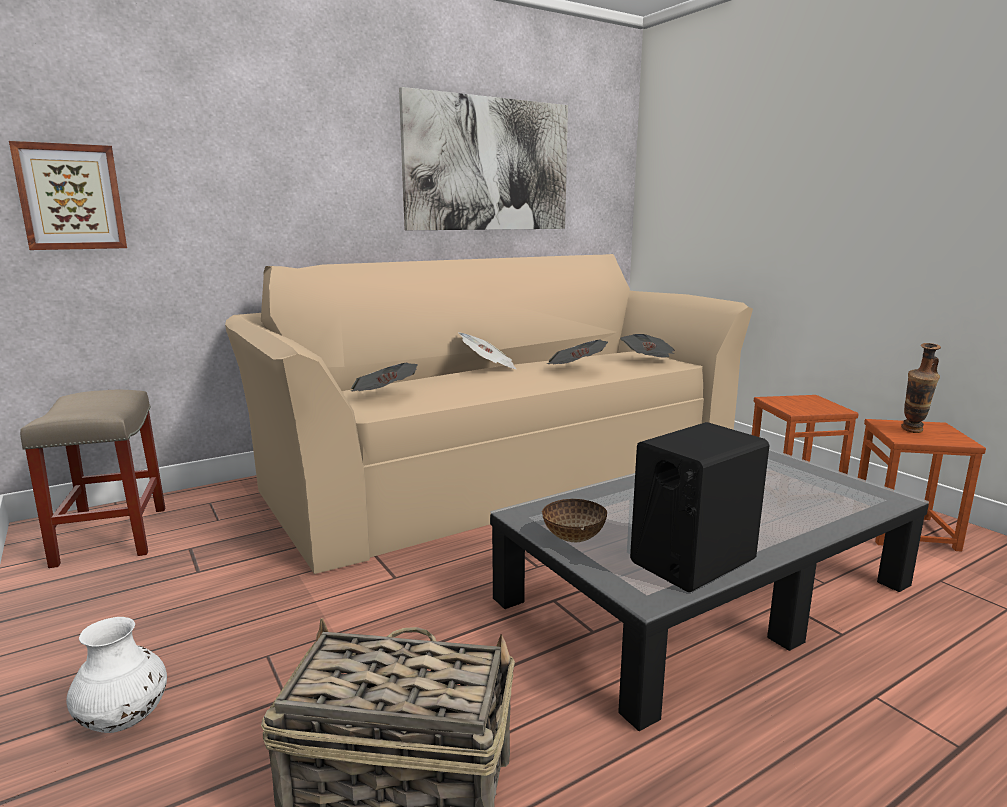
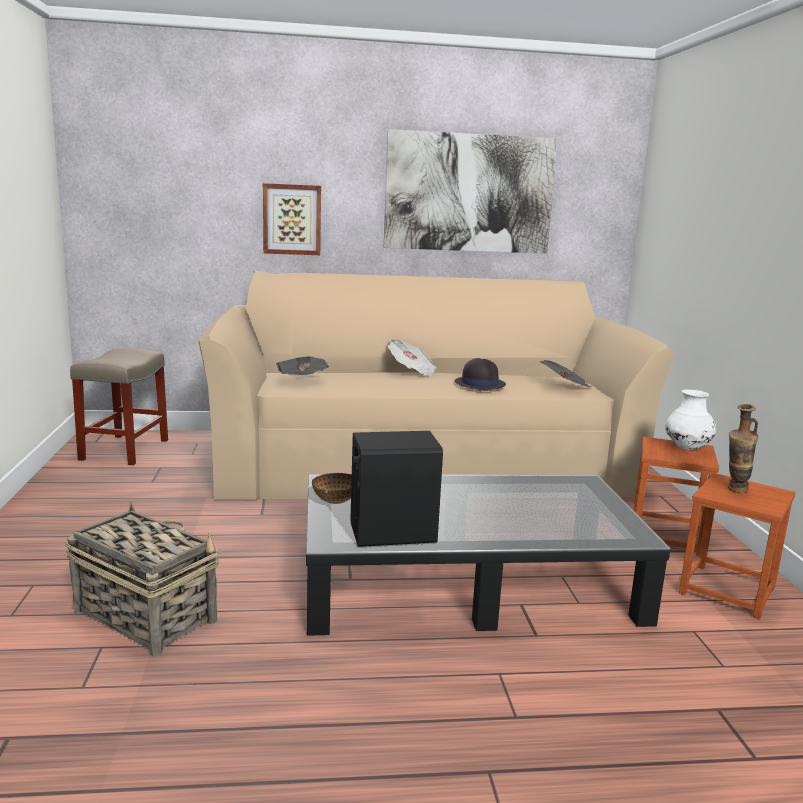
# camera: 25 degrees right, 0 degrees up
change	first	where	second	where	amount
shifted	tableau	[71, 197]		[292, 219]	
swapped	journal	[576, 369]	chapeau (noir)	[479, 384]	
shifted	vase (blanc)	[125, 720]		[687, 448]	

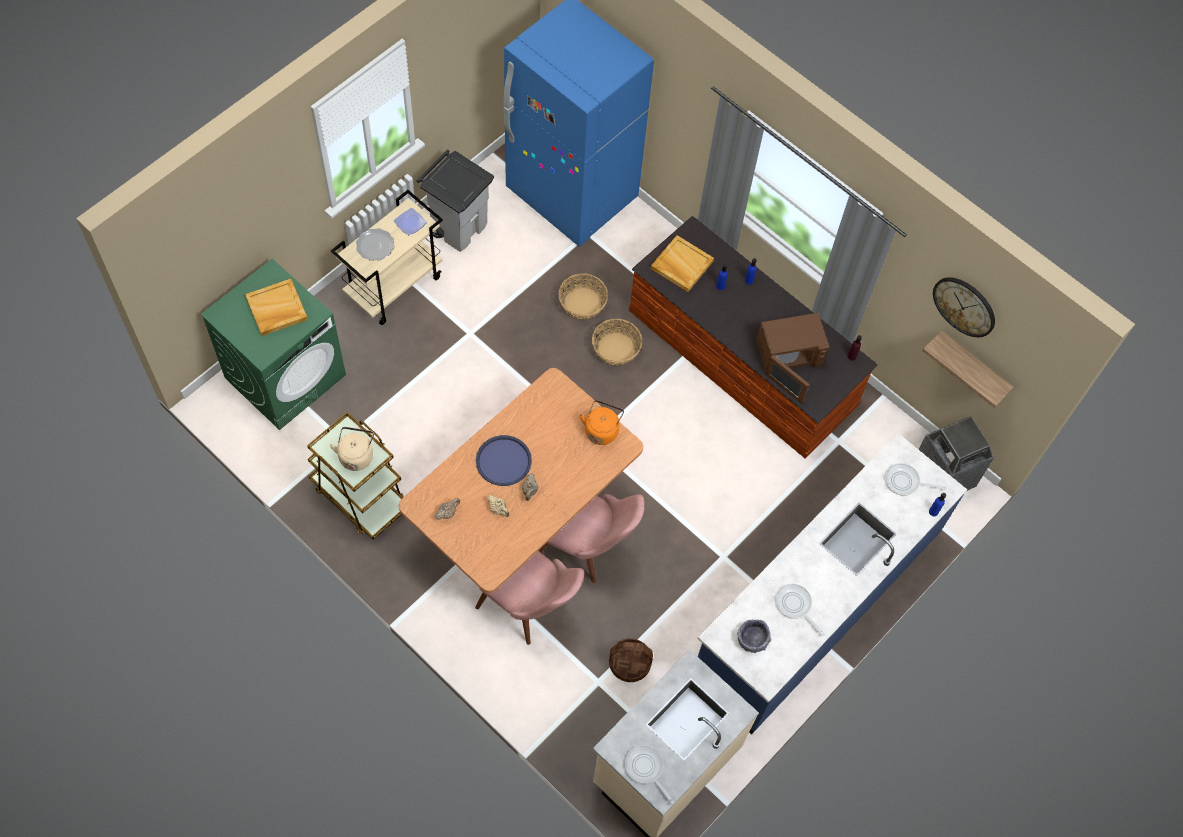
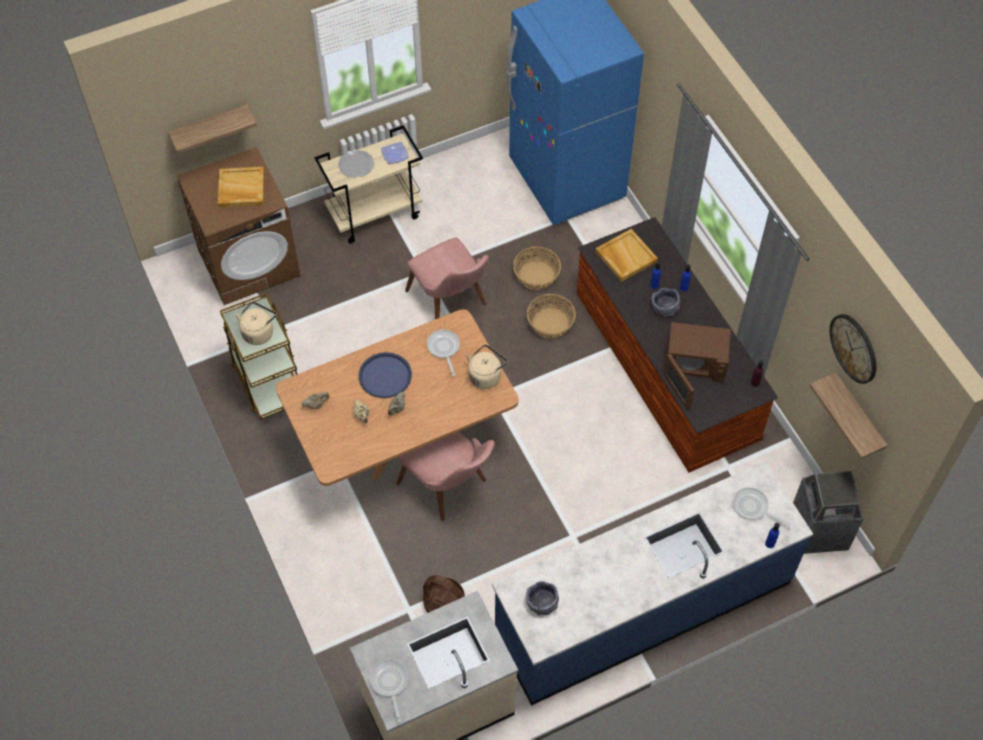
# camera: 25 degrees right, 5 degrees down
change	first	where	second	where	amount
new			étagère	[209, 127]	
repainted	lave-linge (vert)	[286, 376]	lave-linge (marron)	[249, 262]	
shifted	chaise (rose)	[532, 607]		[452, 304]	
shifted	poêle	[795, 605]		[444, 349]	
repainted	bouilloire (orange)	[602, 429]	bouilloire (beige)	[486, 375]	
new			bol (gris)	[664, 308]	
gone	poubelle (gris)	[458, 226]			

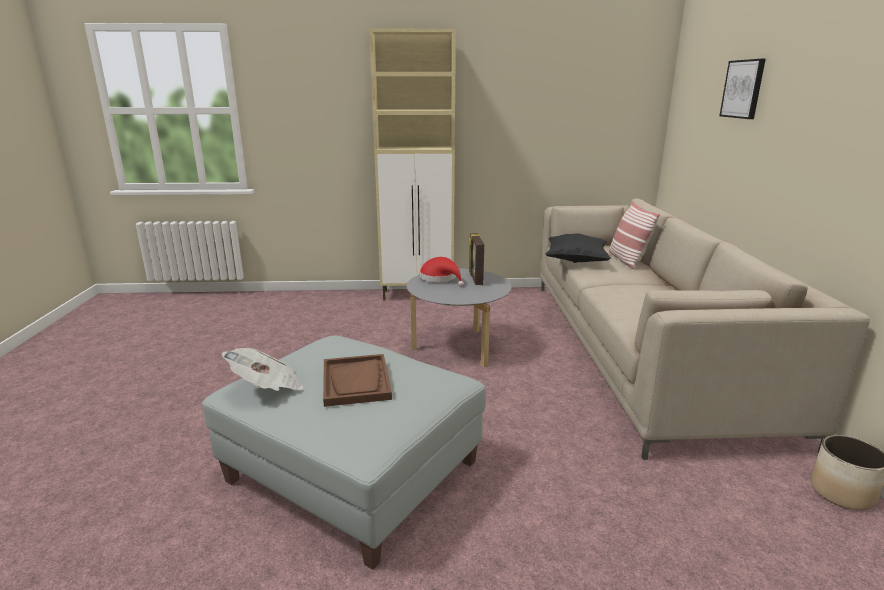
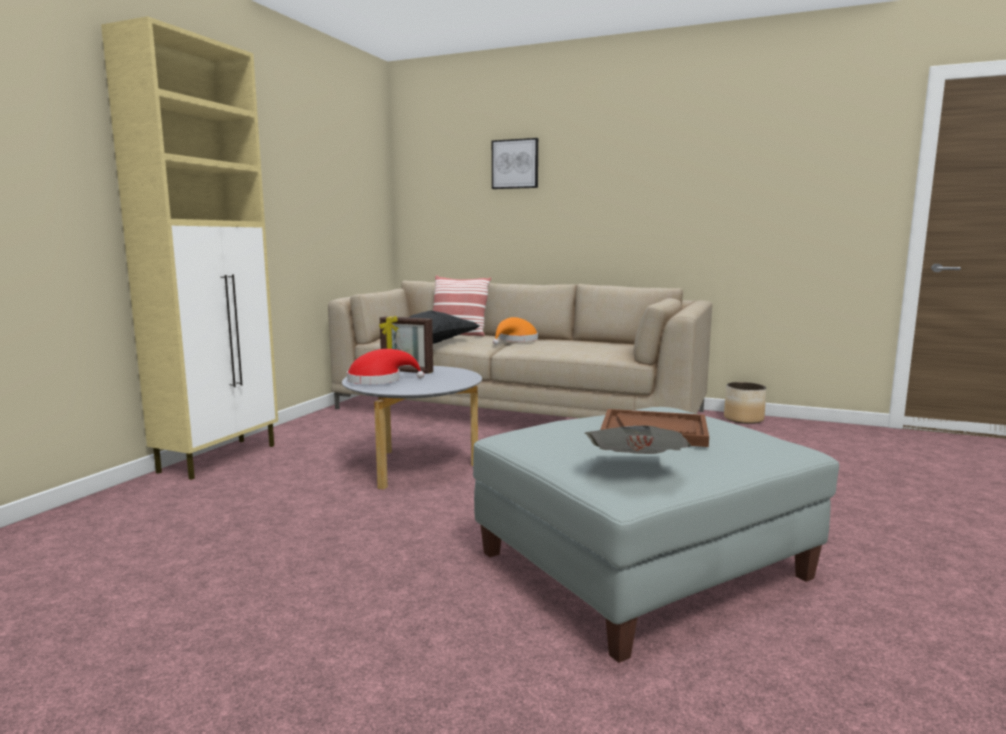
# camera: 65 degrees left, 10 degrees down
change	first	where	second	where	amount
new			chapeau (orange)	[516, 341]	

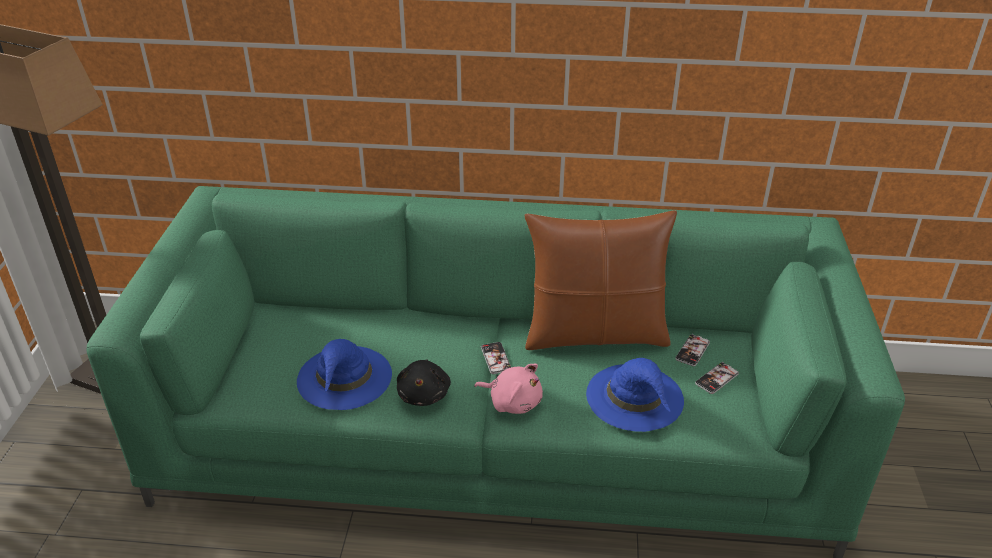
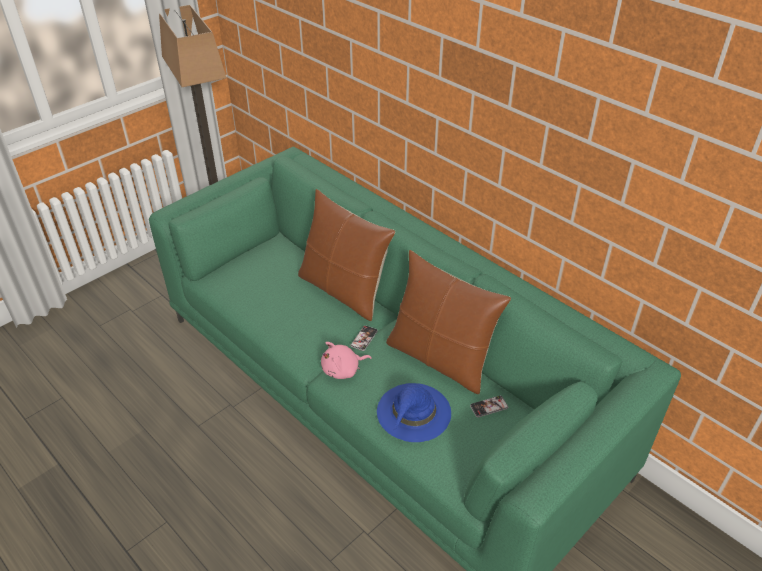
# camera: 40 degrees right, 5 degrees up
change	first	where	second	where	amount
new			coussin (marron)	[344, 290]	
rotated	peluche (rose)	[513, 402]		[343, 370]	90 degrees clockwise
gone	chapeau (bleu)	[344, 378]			
gone	peluche (noir)	[424, 394]			
gone	téléphone	[716, 378]			

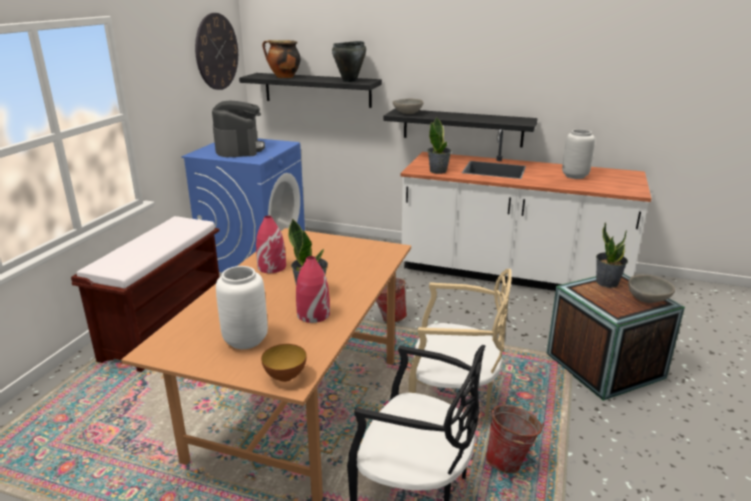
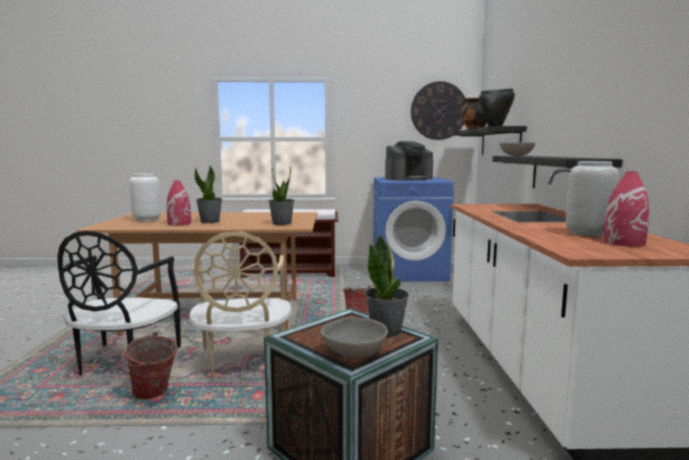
# camera: 70 degrees right, 15 degrees down
change	first	where	second	where	amount
shifted	plante en pot	[438, 171]		[282, 223]	
shifted	vase (rouge)	[271, 267]		[624, 242]	
gone	bol	[285, 377]			

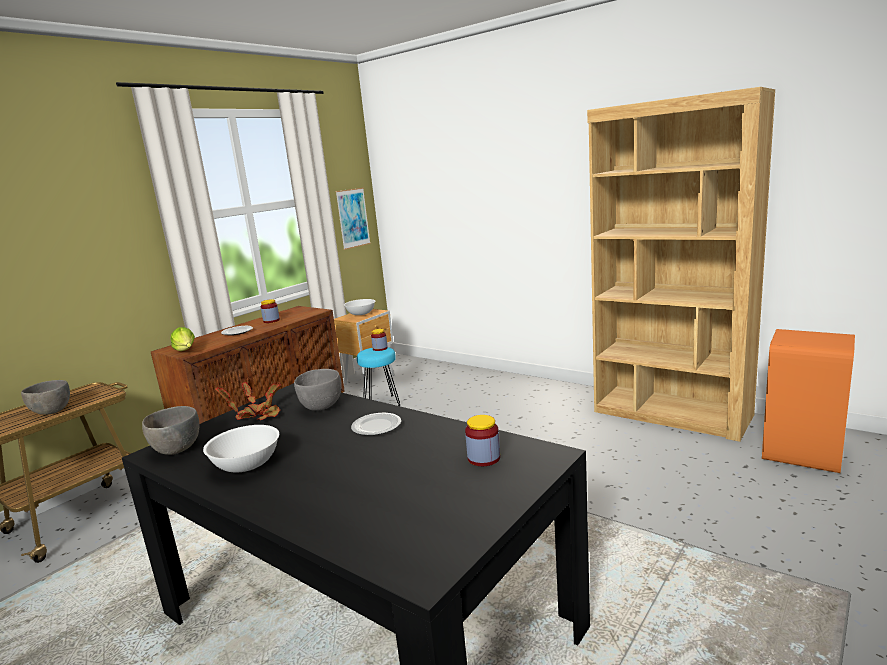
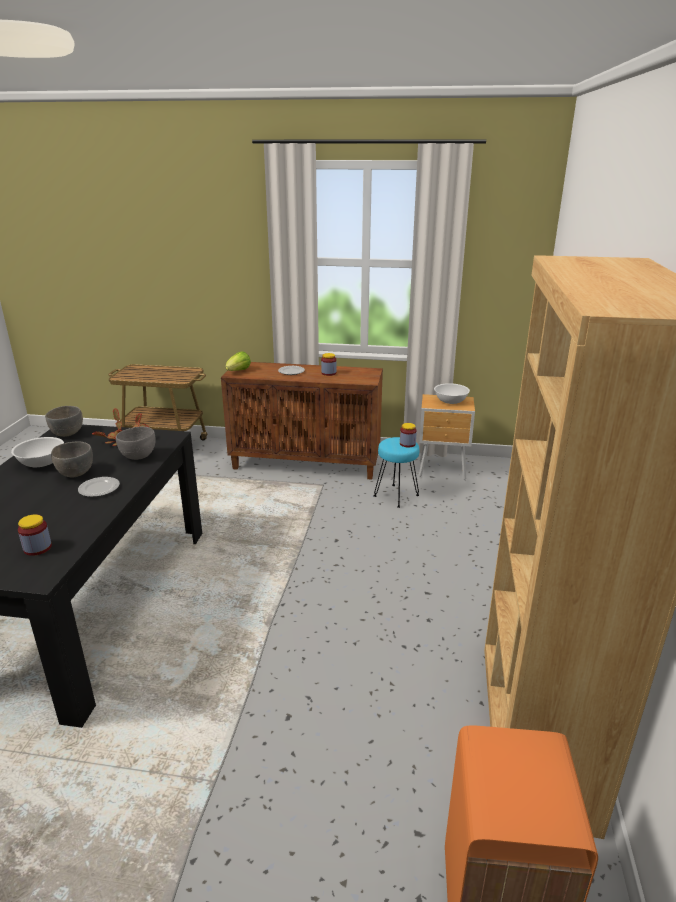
# camera: 60 degrees right, 10 degrees up
change	first	where	second	where	amount
shifted	bol (gris)	[51, 411]		[75, 473]	
gone	tableau	[353, 218]			

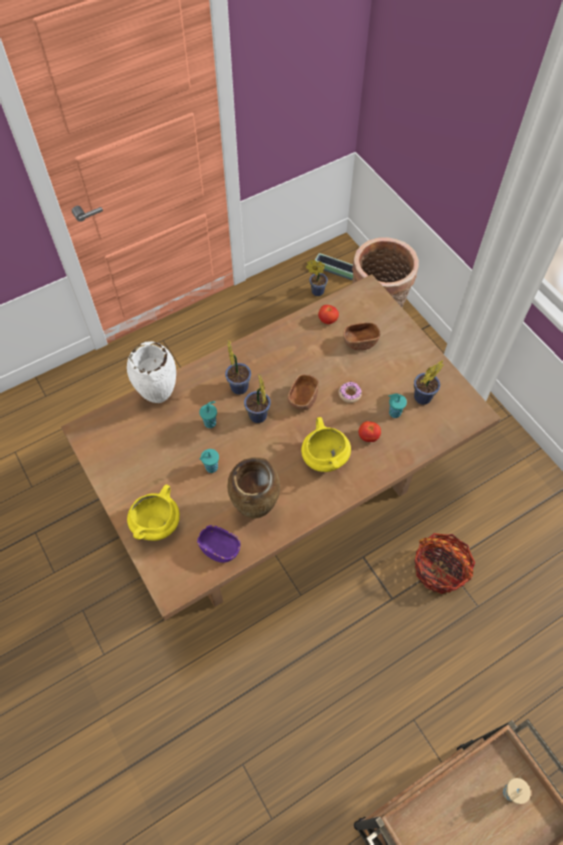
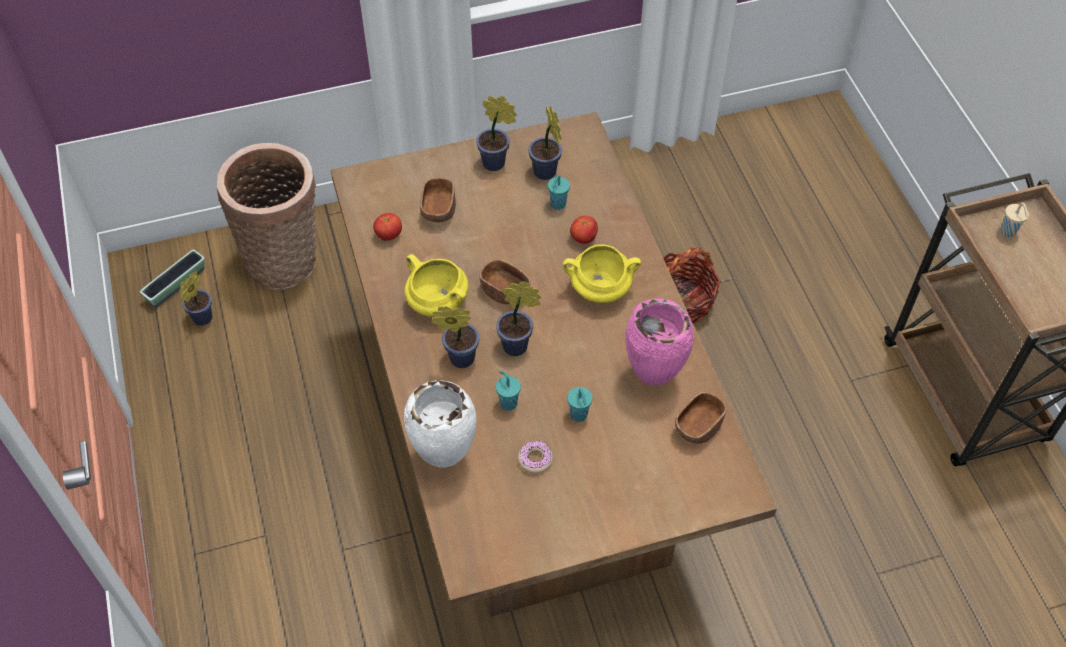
# camera: 75 degrees left, 5 degrees down
change	first	where	second	where	amount
shifted	marmite (jaune)	[156, 523]		[436, 302]	
new			plante en pot	[497, 163]	
shifted	beignet	[349, 394]		[535, 459]	
repainted	vase (marron)	[256, 510]	vase (rose)	[654, 377]	
repainted	bol (violet)	[220, 548]	bol (marron)	[698, 427]	

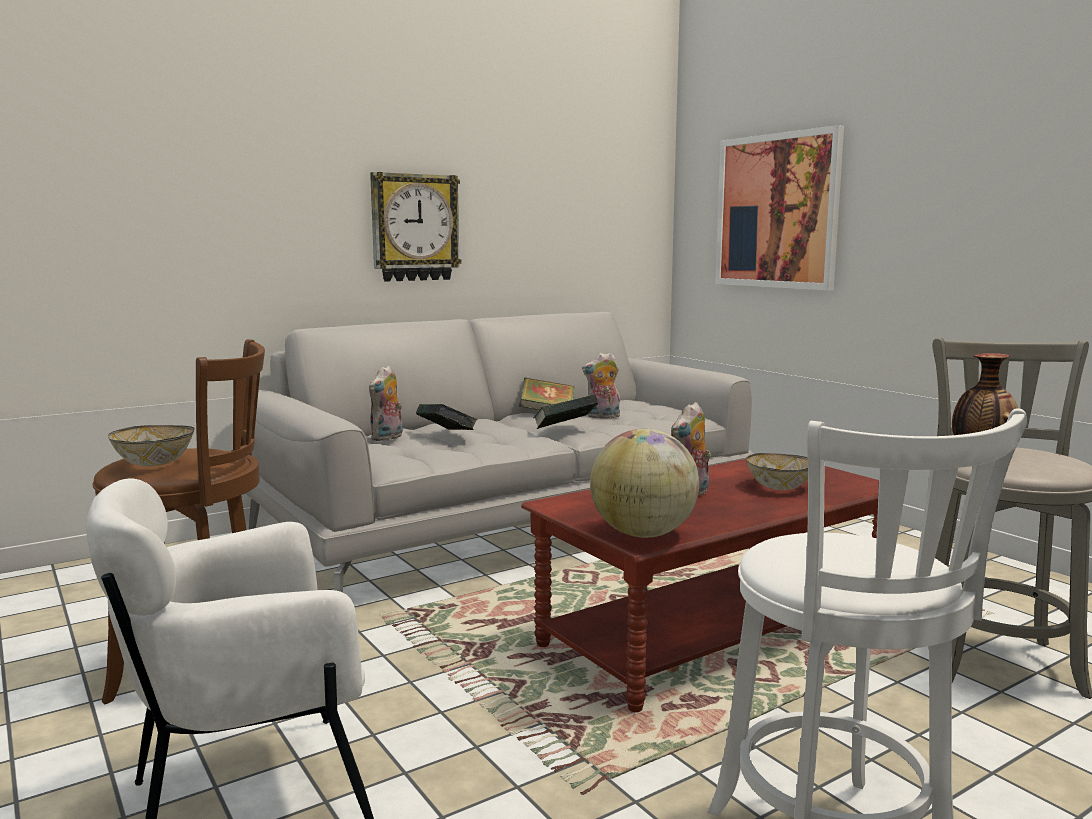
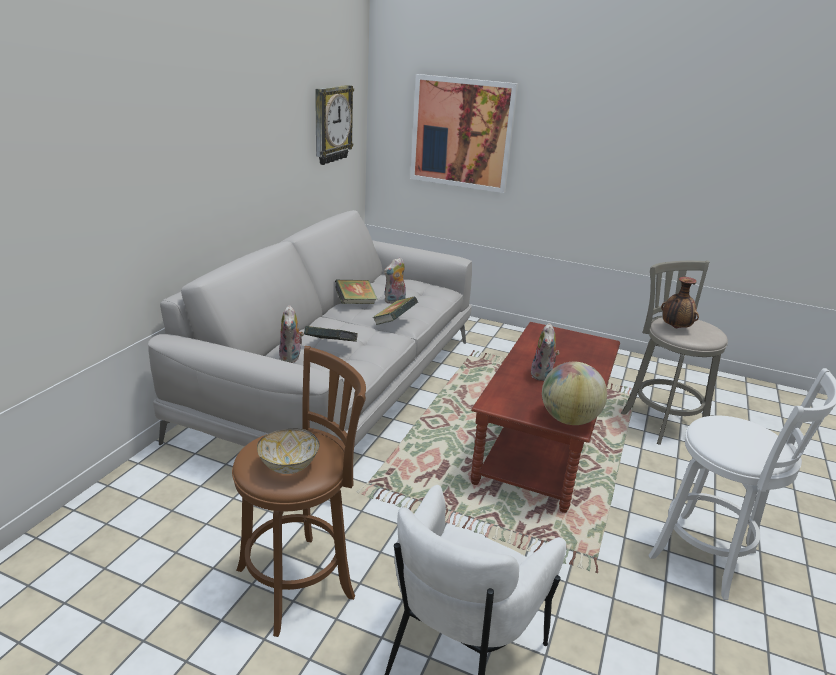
# camera: 35 degrees left, 15 degrees up
change	first	where	second	where	amount
shifted	horloge murale	[414, 228]		[331, 124]	
gone	bol	[780, 487]			

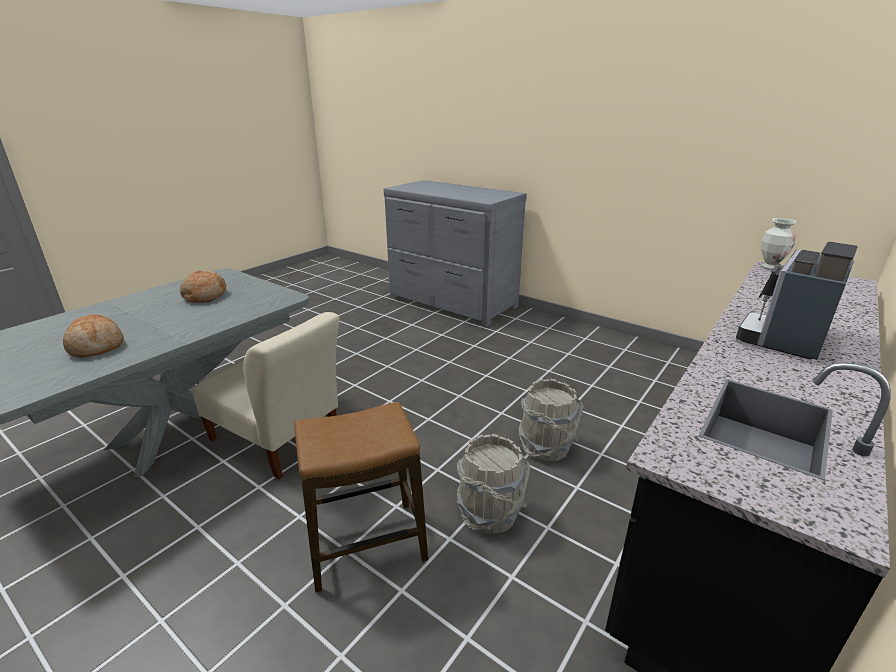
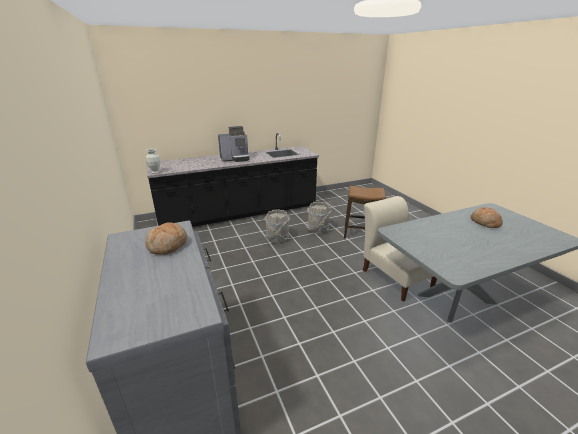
# camera: 150 degrees left, 0 degrees up
change	first	where	second	where	amount
shifted	pain	[204, 296]		[168, 245]	

